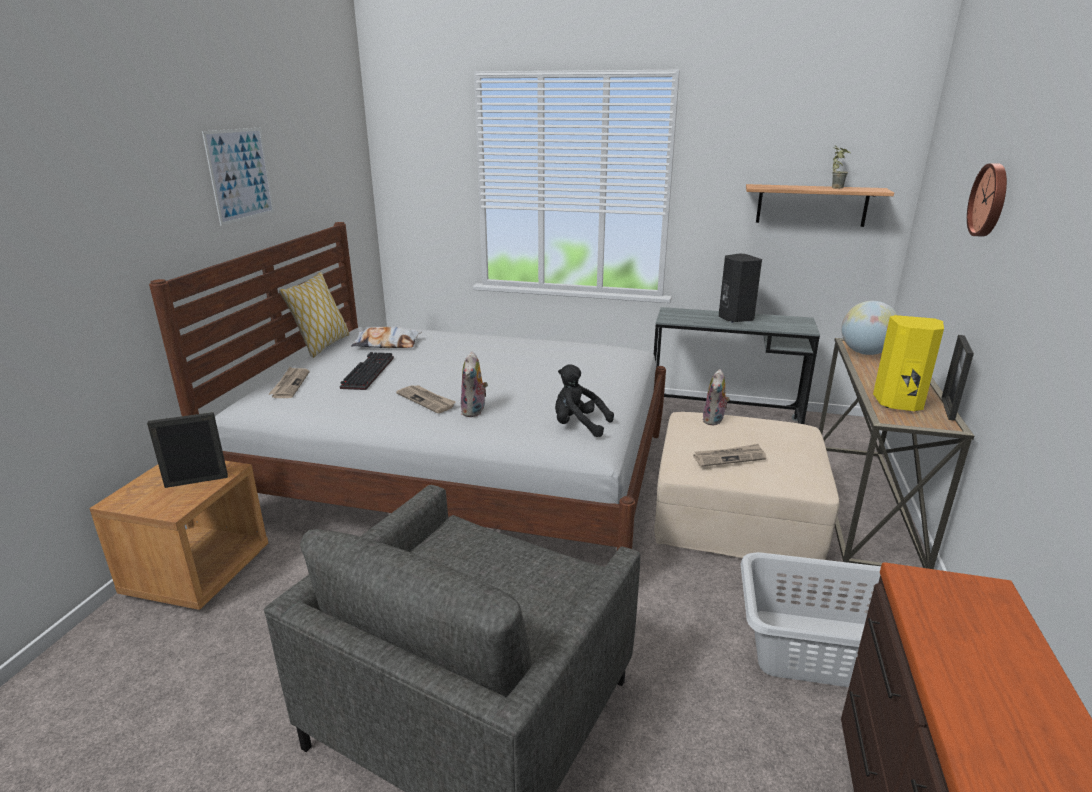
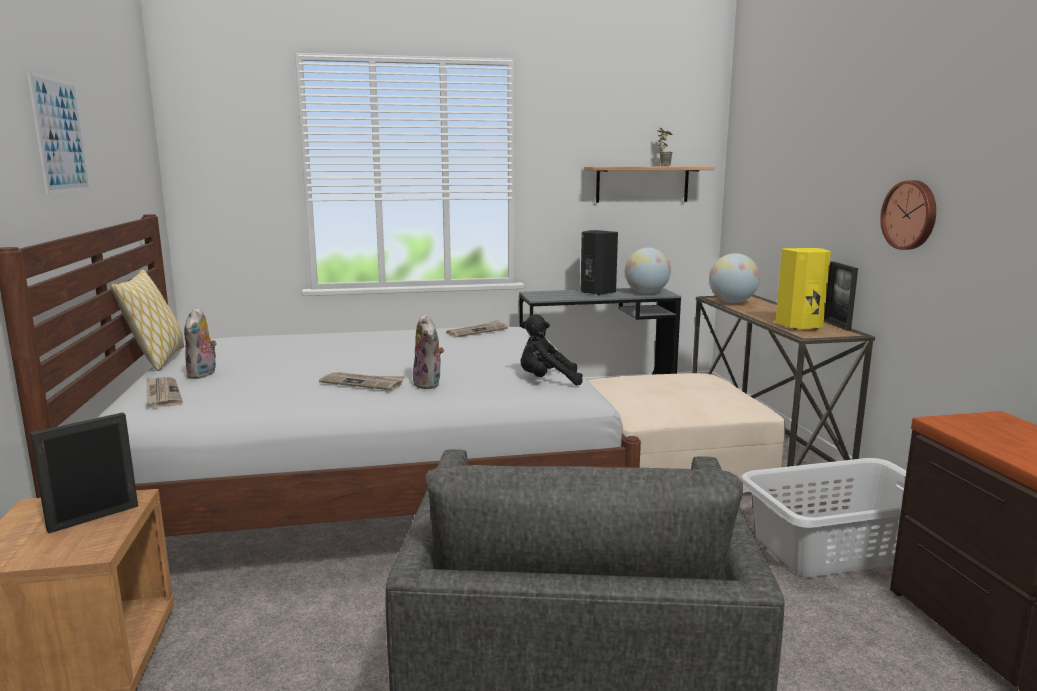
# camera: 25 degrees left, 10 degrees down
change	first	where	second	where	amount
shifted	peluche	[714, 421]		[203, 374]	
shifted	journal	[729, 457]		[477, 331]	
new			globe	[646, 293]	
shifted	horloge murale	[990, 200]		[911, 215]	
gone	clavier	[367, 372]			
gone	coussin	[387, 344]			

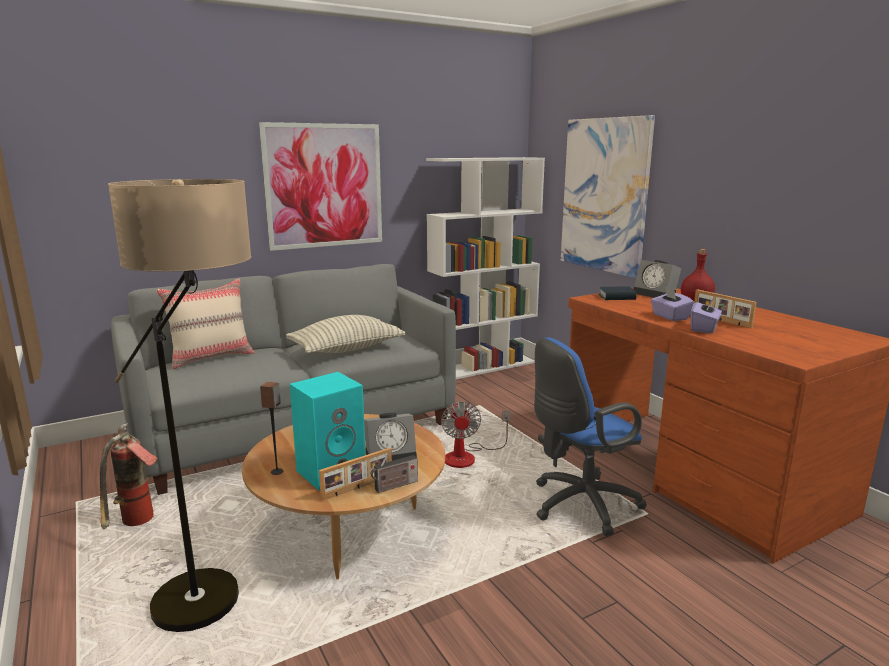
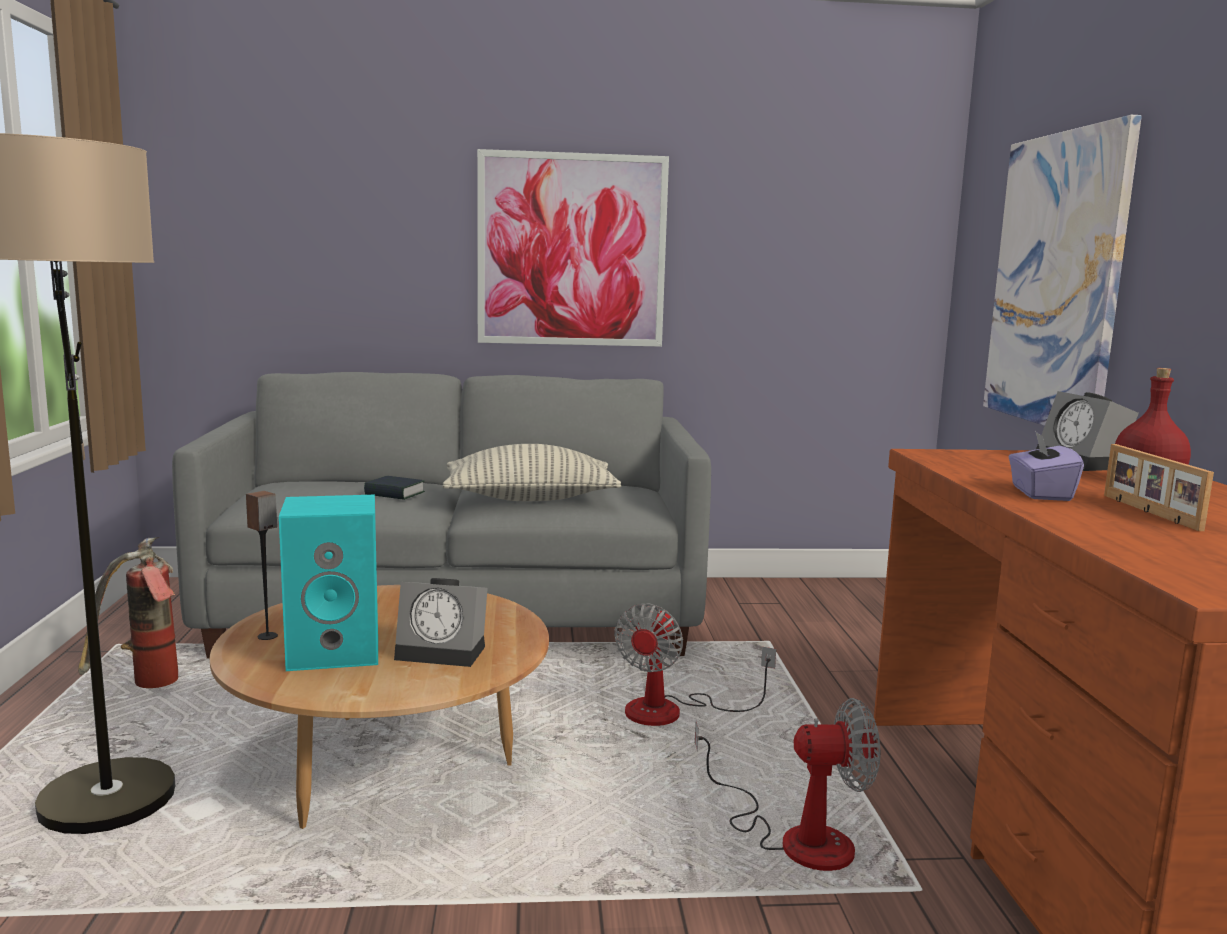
# camera: 25 degrees right, 5 degrees down
change	first	where	second	where	amount
shifted	livre	[617, 297]		[394, 493]	
swapped	chaise de bureau (bleu)	[579, 505]	ventilateur	[795, 837]	
gone	coussin (beige)	[211, 357]			
gone	cadre photo	[358, 487]			
gone	radio	[394, 486]			
gone	bibliothèque (blanc)	[483, 367]			
gone	boîte à mouchoirs (violet)	[704, 328]			

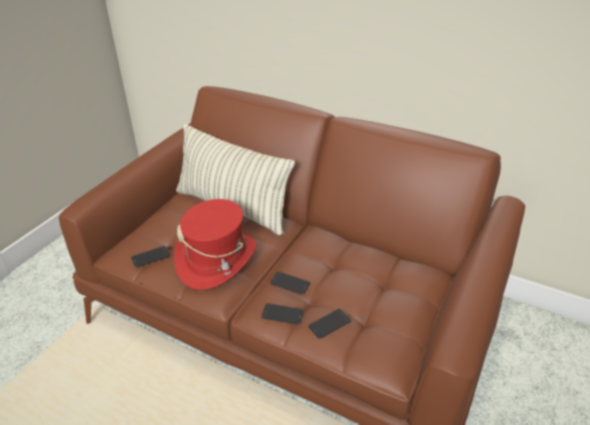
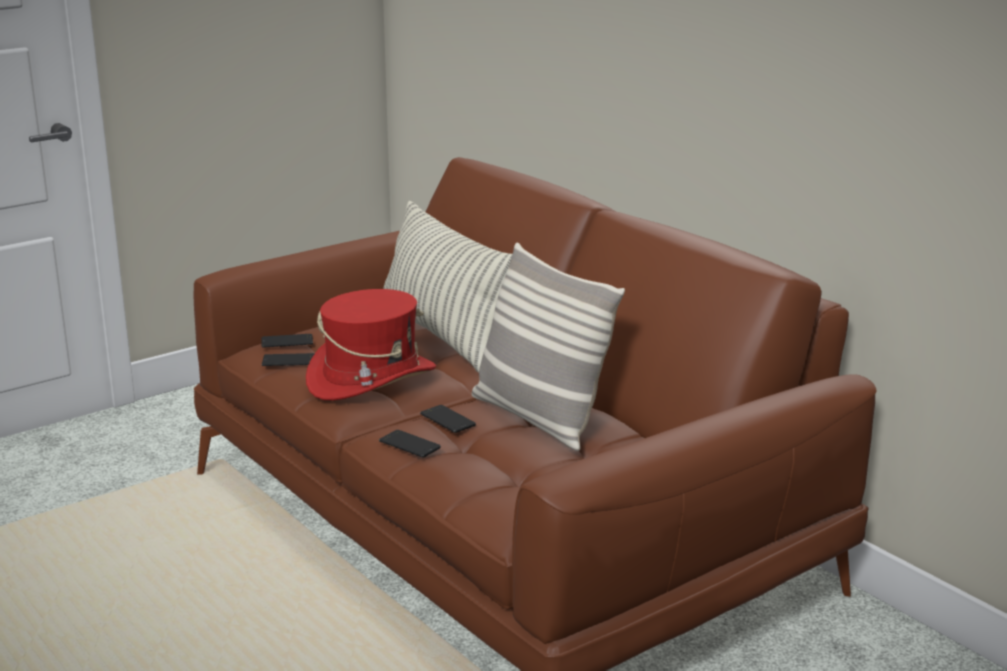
# camera: 25 degrees right, 15 degrees down
change	first	where	second	where	amount
shifted	téléphone	[329, 324]		[287, 341]	
new			coussin	[539, 419]	

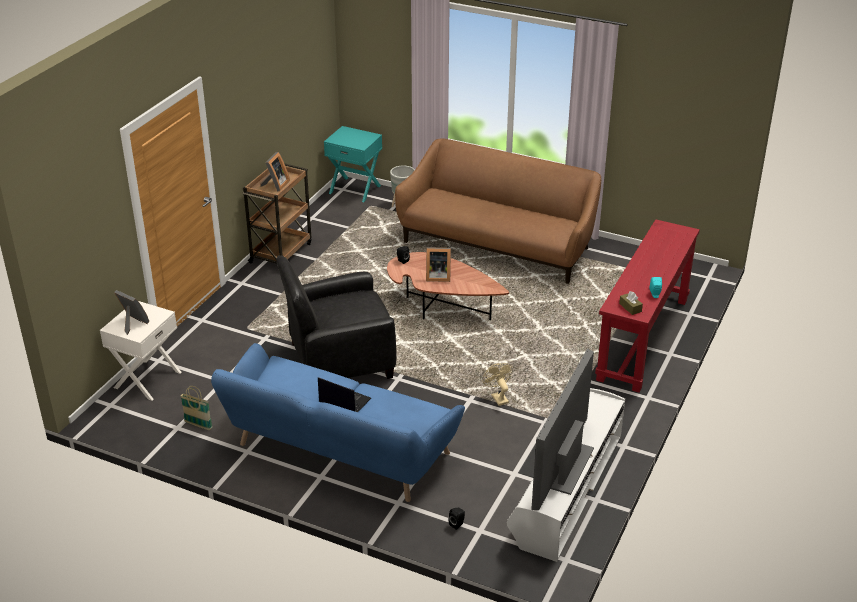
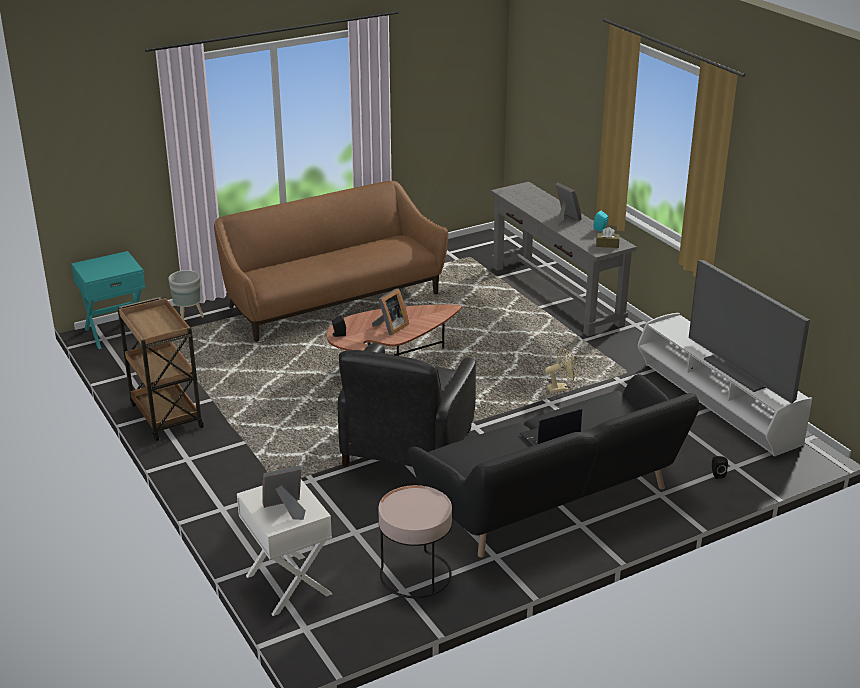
# camera: 55 degrees left, 5 degrees down
change	first	where	second	where	amount
swapped	panier	[198, 425]	table d'appoint (rose)	[415, 575]	
repainted	canapé (bleu)	[338, 452]	canapé (noir)	[553, 501]	
repainted	table console (rouge)	[643, 339]	table console (gris)	[556, 295]	
rotated	ventilateur (beige)	[498, 397]		[561, 388]	150 degrees clockwise
shifted	cadre photo	[276, 185]		[565, 219]	

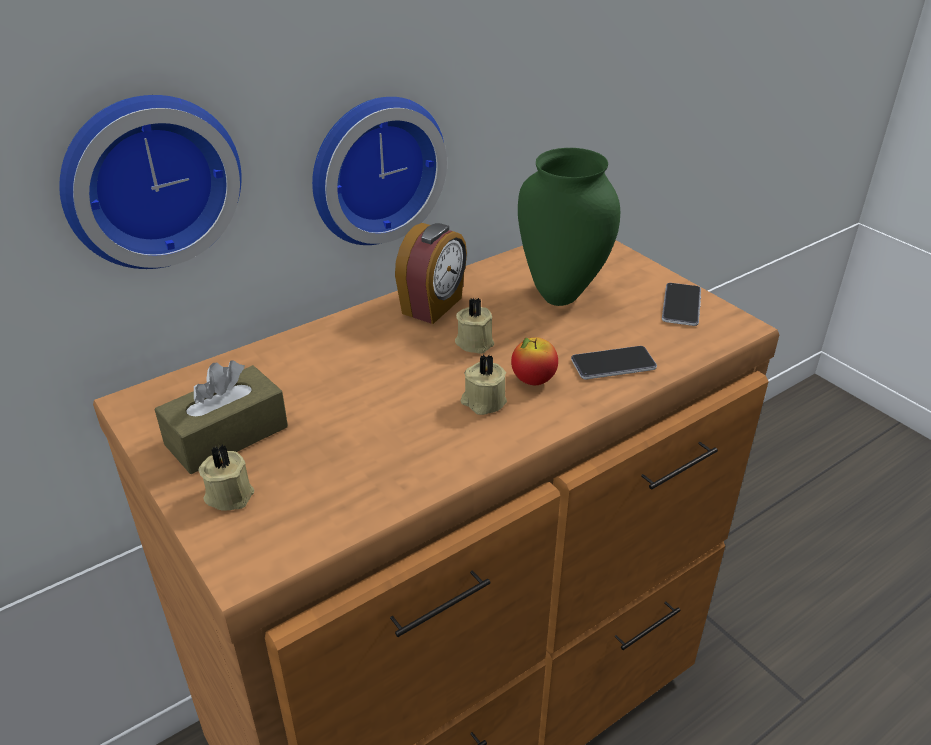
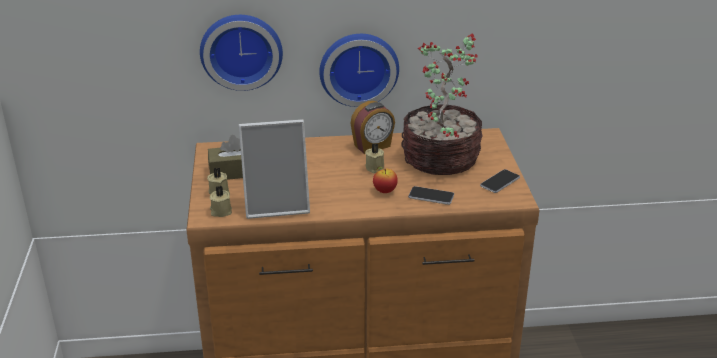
# camera: 30 degrees right, 5 degrees down
change	first	where	second	where	amount
shifted	bougie (beige)	[483, 402]		[220, 211]	
new			cadre photo	[277, 204]	
swapped	vase (vert)	[560, 297]	plante en pot	[440, 160]	

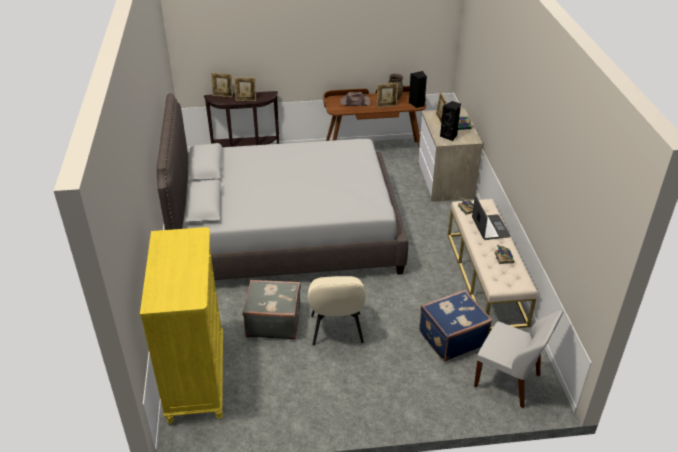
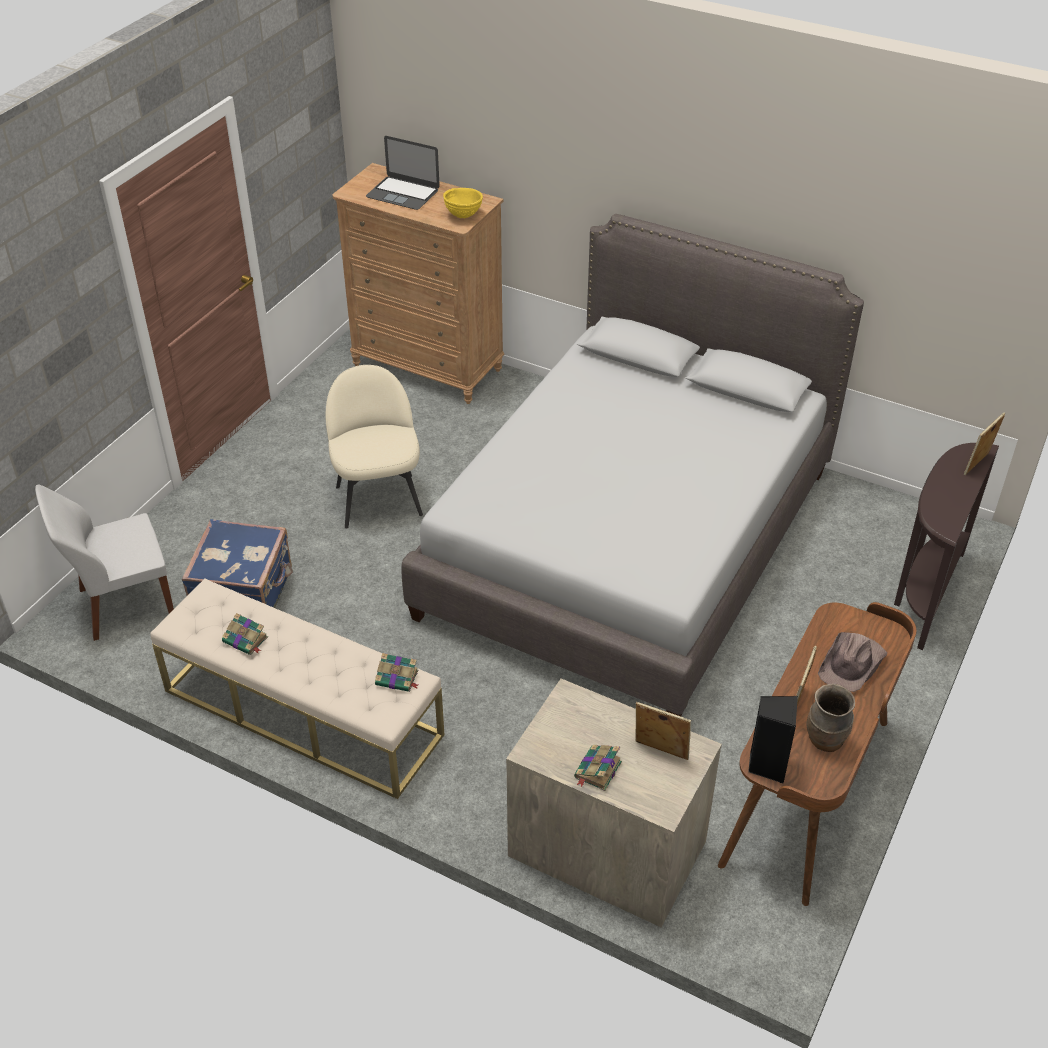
# camera: 125 degrees right, 5 degrees up
change	first	where	second	where	amount
rotated	chaise (beige)	[336, 330]		[378, 499]	45 degrees clockwise
repainted	commode (jaune)	[196, 378]	commode (marron)	[428, 367]	
shifted	ordinateur portable	[490, 227]		[403, 193]	
new			bol (jaune)	[463, 216]	
gone	cadre photo	[246, 100]			
gone	valise (gris)	[273, 321]			
gone	enceinte (noir)	[449, 136]			

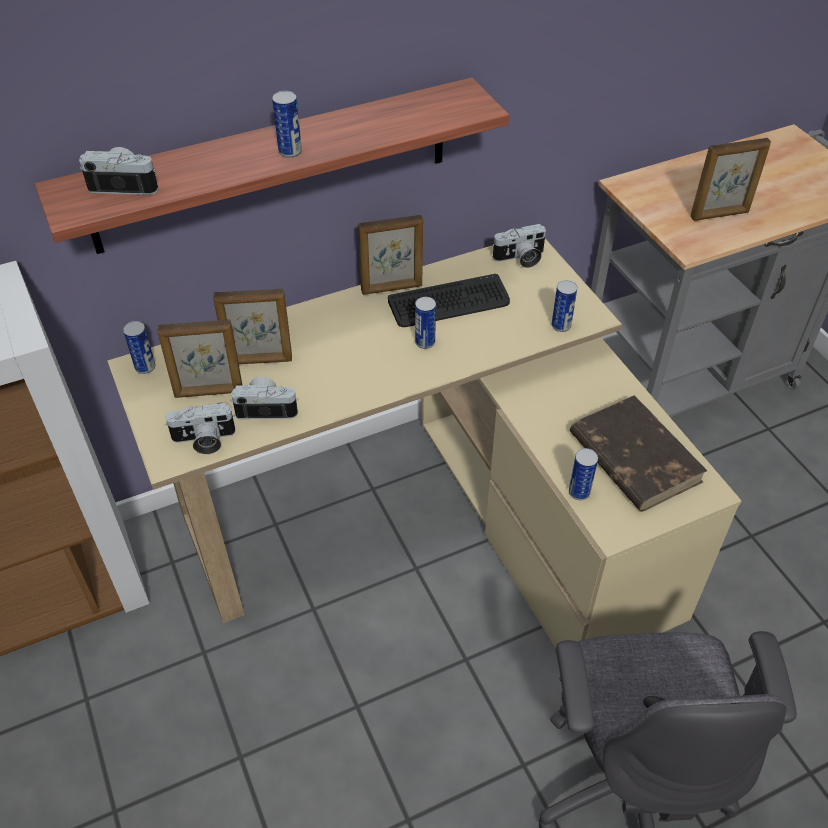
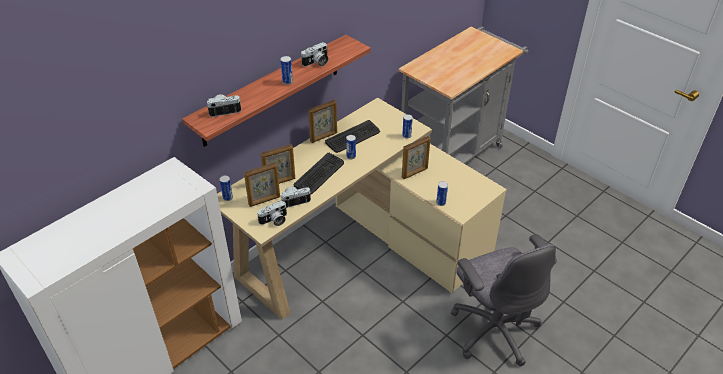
# camera: 20 degrees left, 5 degrees down
change	first	where	second	where	amount
new			clavier	[319, 174]	
shifted	appareil photo	[520, 259]		[316, 63]	
shifted	cadre photo	[720, 215]		[415, 173]	
gone	livre (marron)	[633, 457]			

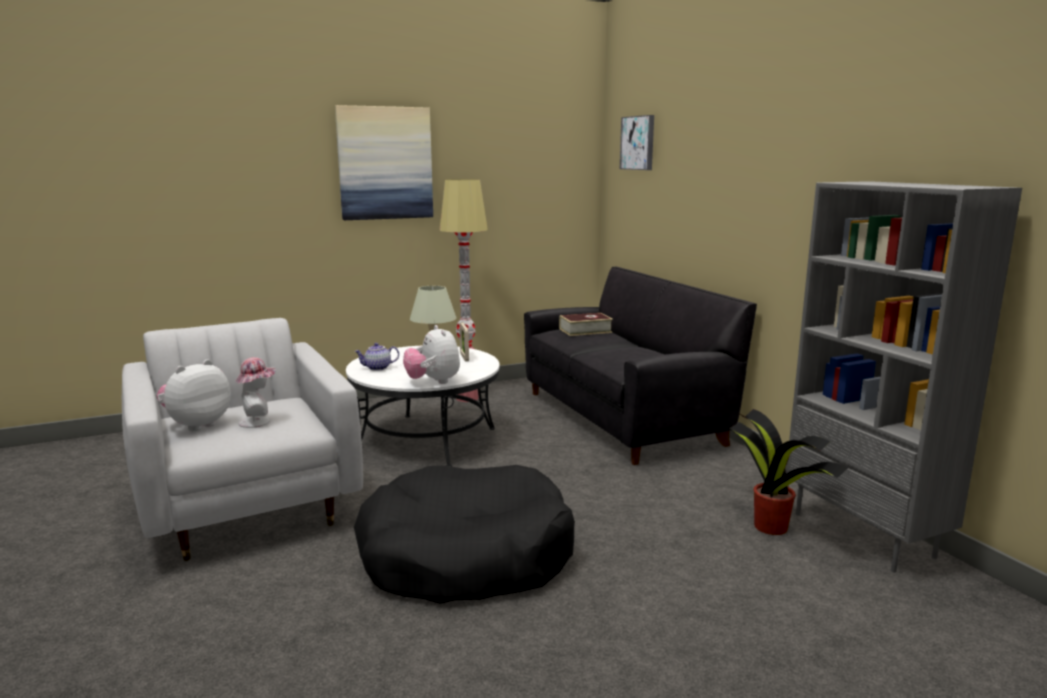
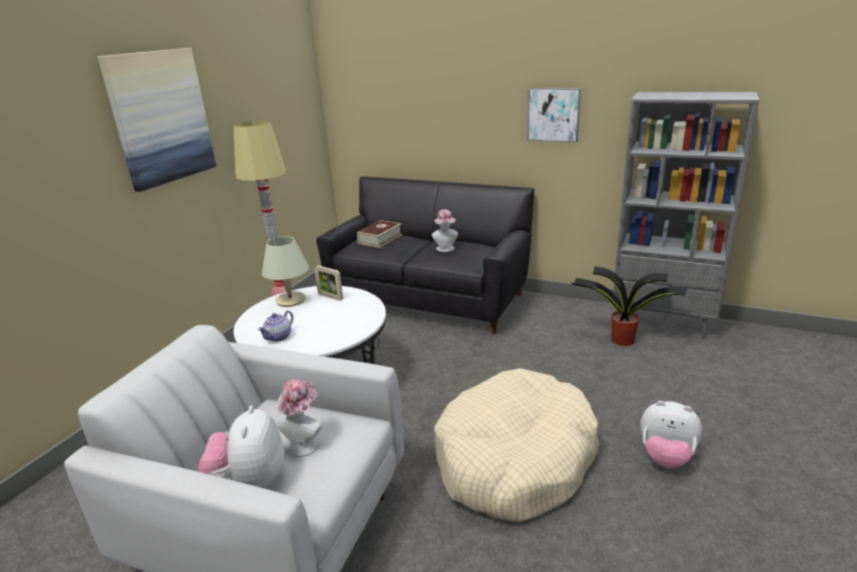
# camera: 40 degrees left, 10 degrees up
change	first	where	second	where	amount
new			chapeau	[445, 249]	
repainted	panier pour chien (noir)	[465, 556]	panier pour chien (beige)	[515, 459]	
shifted	tableau	[638, 143]		[553, 114]	
shifted	peluche	[433, 382]		[666, 457]	

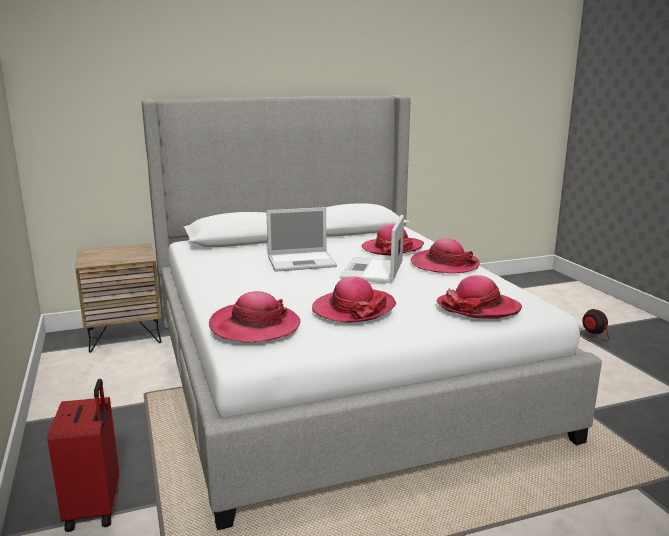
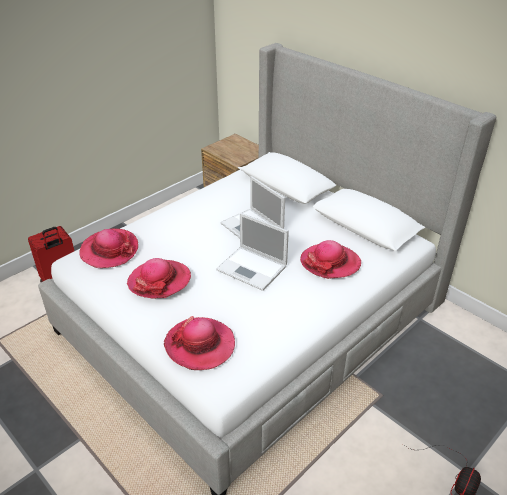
# camera: 65 degrees right, 20 degrees up
change	first	where	second	where	amount
rotated	ordinateur portable	[372, 271]		[253, 268]	135 degrees counterclockwise
gone	chapeau	[444, 264]			

